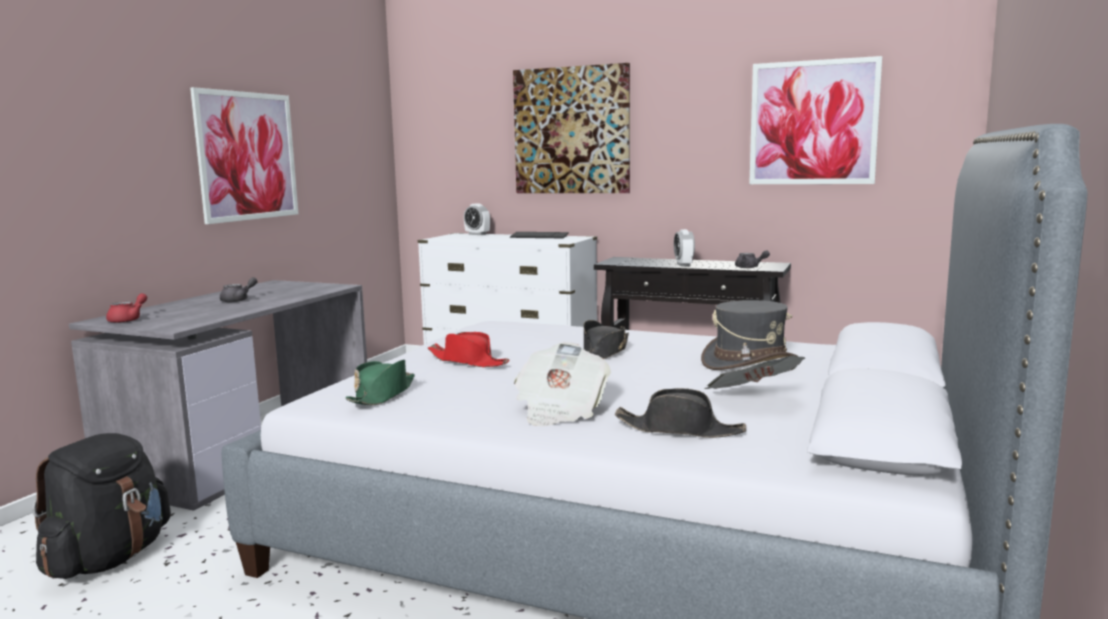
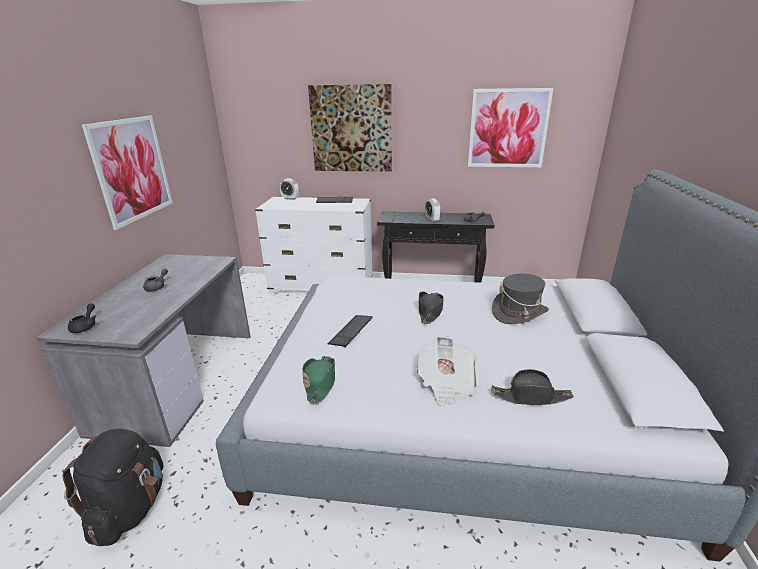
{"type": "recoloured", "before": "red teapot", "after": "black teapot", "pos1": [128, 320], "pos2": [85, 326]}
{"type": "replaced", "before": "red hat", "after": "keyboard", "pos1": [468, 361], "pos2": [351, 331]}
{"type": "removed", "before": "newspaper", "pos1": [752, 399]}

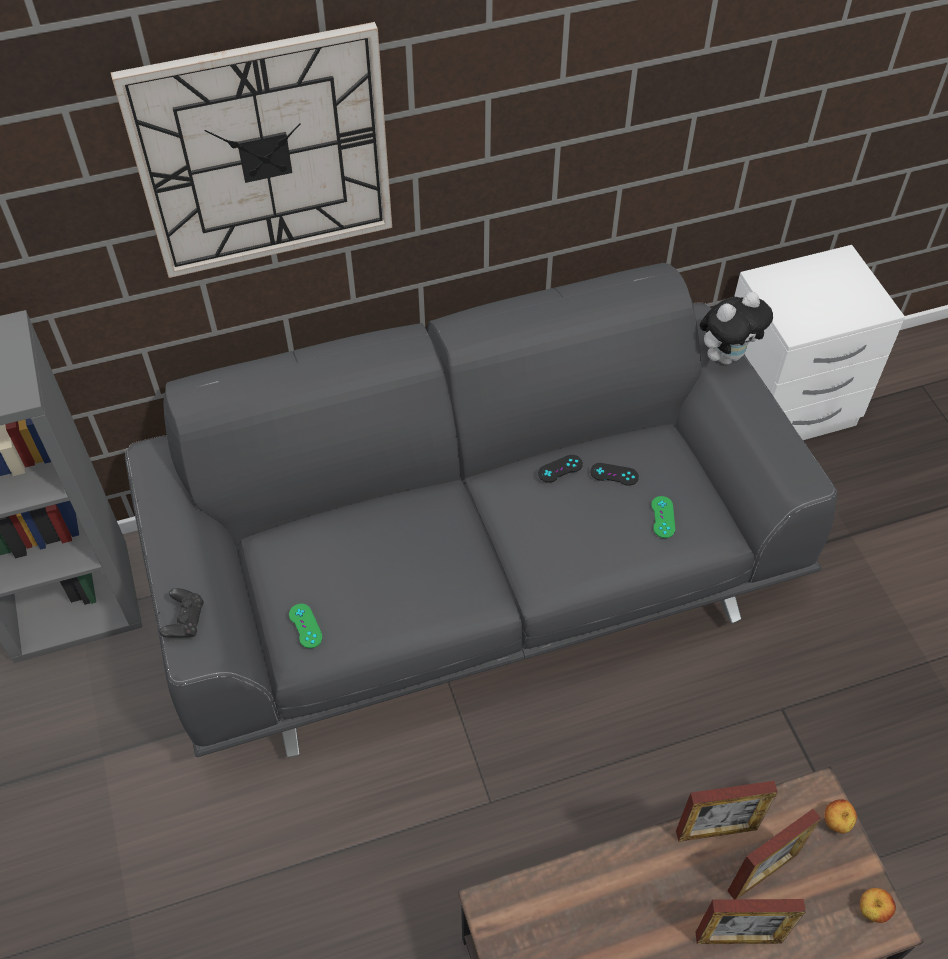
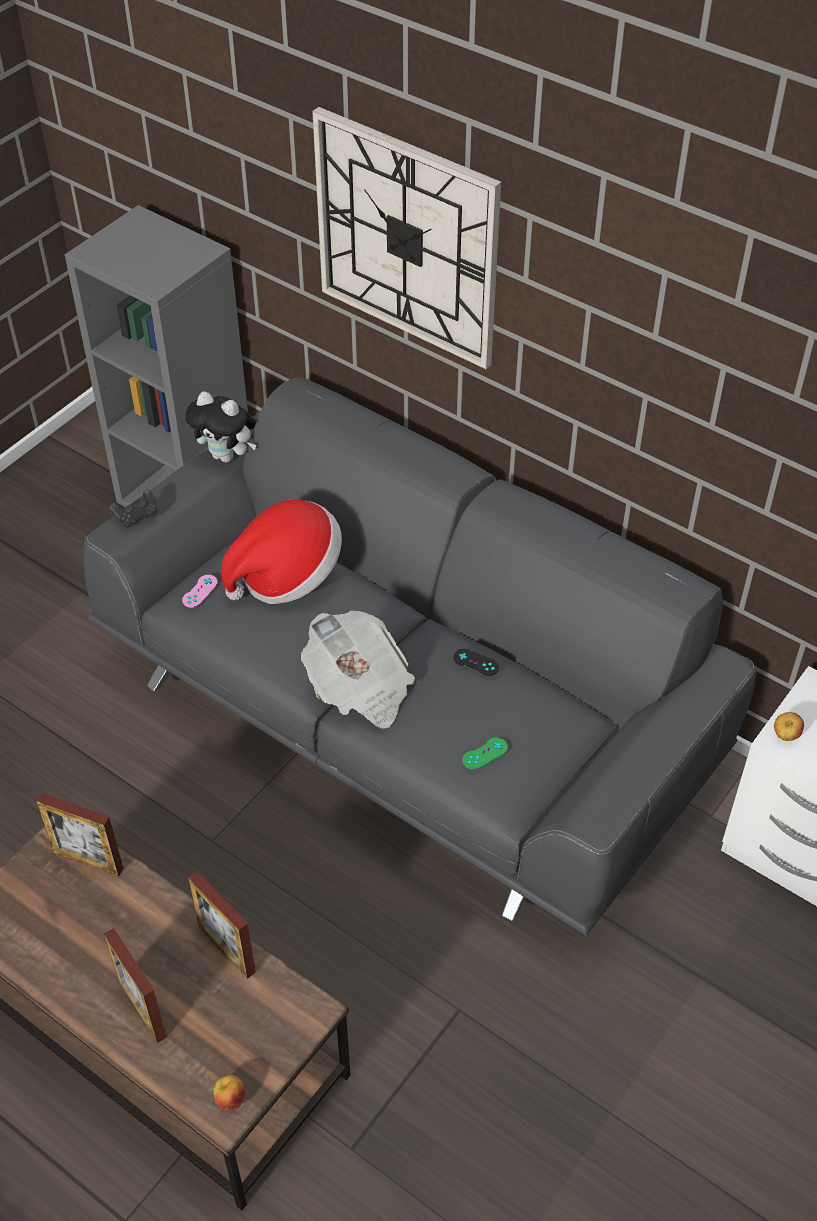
{"type": "recoloured", "before": "green game controller", "after": "pink game controller", "pos1": [305, 626], "pos2": [200, 591]}
{"type": "removed", "before": "black game controller", "pos1": [614, 474]}
{"type": "moved", "before": "plush toy", "pos1": [727, 355], "pos2": [227, 456]}
{"type": "moved", "before": "picture frame", "pos1": [762, 872], "pos2": [88, 860]}
{"type": "moved", "before": "apple", "pos1": [836, 822], "pos2": [785, 736]}
{"type": "added", "after": "hat", "pos2": [286, 575]}
{"type": "added", "after": "newspaper", "pos2": [359, 688]}

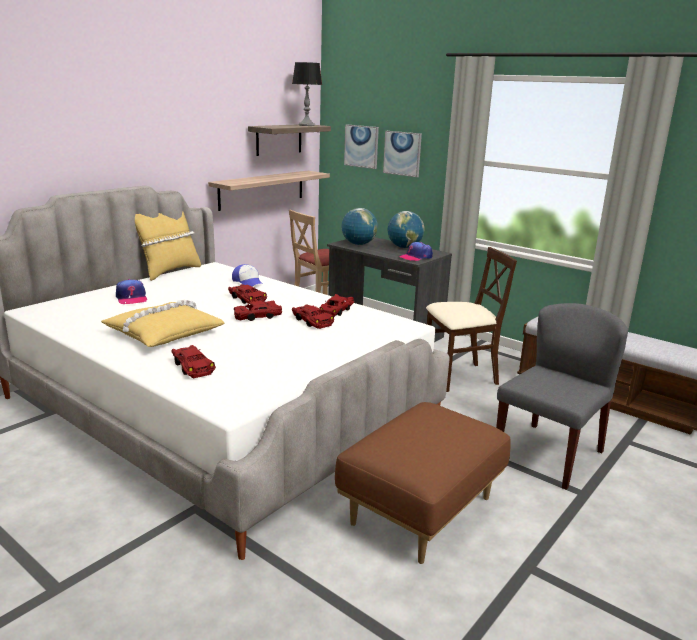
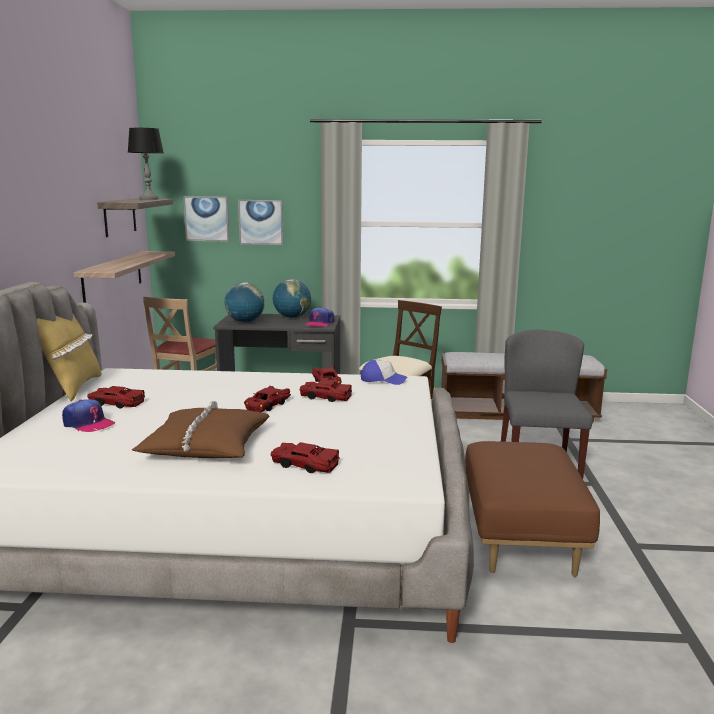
{"type": "recoloured", "before": "yellow pillow", "after": "brown pillow", "pos1": [163, 333], "pos2": [205, 445]}
{"type": "moved", "before": "red toy car", "pos1": [246, 299], "pos2": [116, 403]}
{"type": "moved", "before": "cap", "pos1": [248, 282], "pos2": [383, 380]}

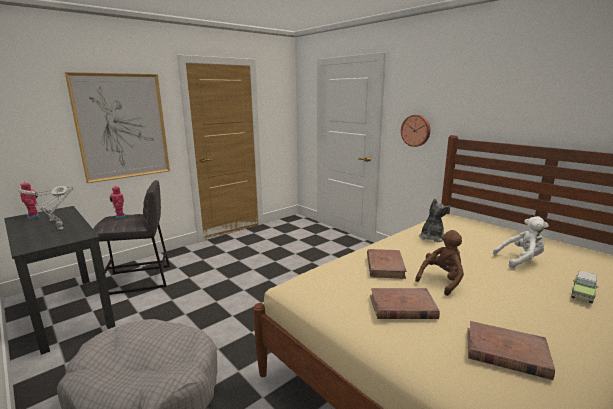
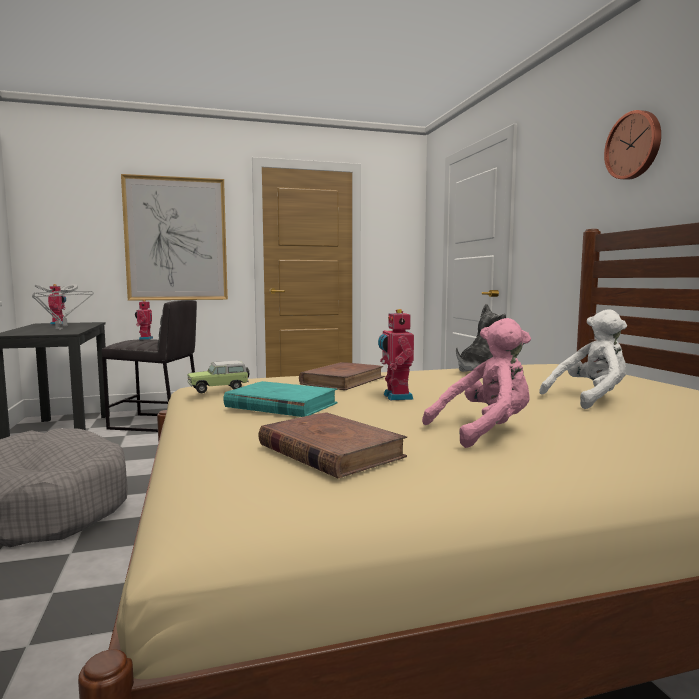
{"type": "recoloured", "before": "brown book", "after": "turquoise book", "pos1": [402, 307], "pos2": [280, 405]}
{"type": "moved", "before": "wall clock", "pos1": [416, 130], "pos2": [634, 145]}
{"type": "replaced", "before": "brown plush toy", "after": "toy robot", "pos1": [442, 280], "pos2": [395, 397]}
{"type": "turned", "before": "white plush toy", "pos1": [521, 260], "pos2": [590, 399], "turn": -45}
{"type": "moved", "before": "toy car", "pos1": [582, 294], "pos2": [220, 389]}
{"type": "added", "after": "pink plush toy", "pos2": [485, 431]}

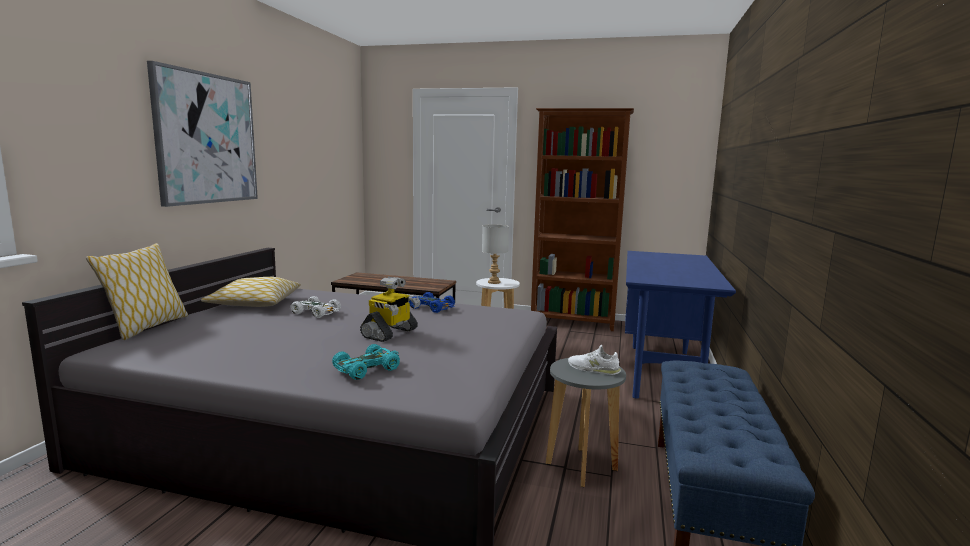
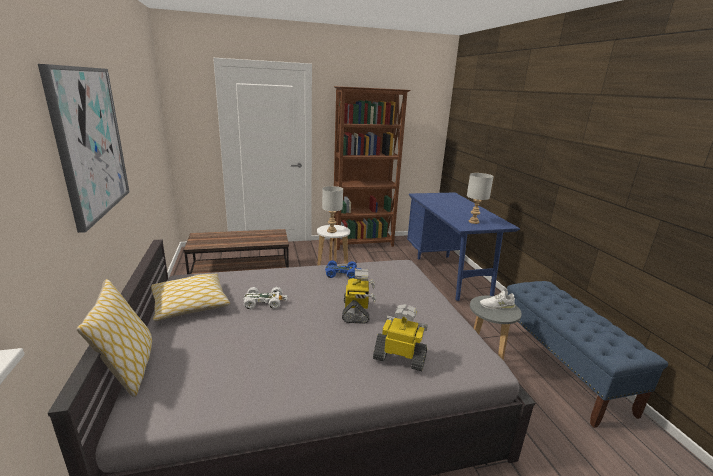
{"type": "replaced", "before": "turquoise toy car", "after": "toy robot", "pos1": [367, 369], "pos2": [400, 357]}
{"type": "added", "after": "grey table lamp", "pos2": [474, 222]}

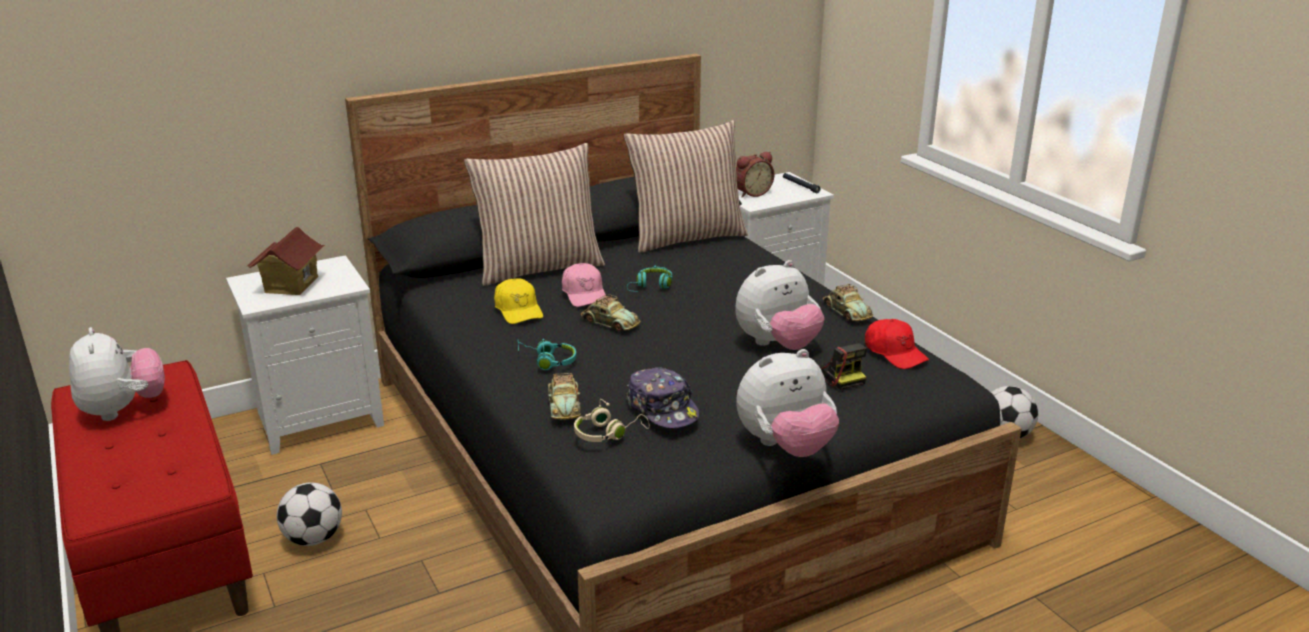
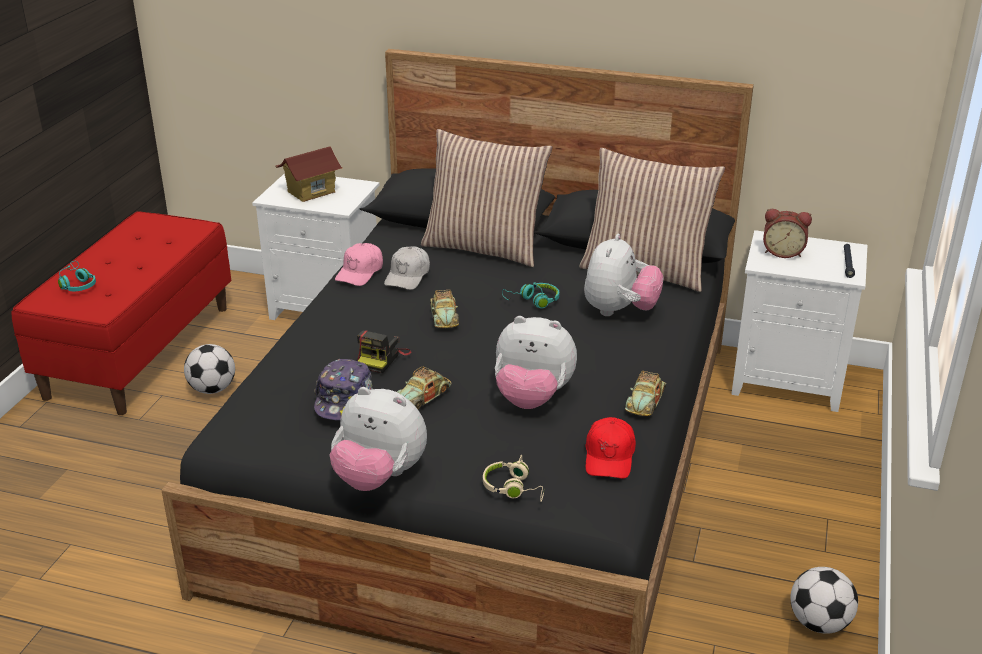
{"type": "moved", "before": "plush toy", "pos1": [123, 410], "pos2": [619, 311]}
{"type": "recoloured", "before": "yellow cap", "after": "white cap", "pos1": [518, 310], "pos2": [408, 276]}
{"type": "moved", "before": "turquoise headphones", "pos1": [547, 361], "pos2": [77, 284]}
{"type": "moved", "before": "toy car", "pos1": [564, 405], "pos2": [422, 396]}
{"type": "moved", "before": "pink cap", "pos1": [584, 294], "pos2": [360, 272]}
{"type": "moved", "before": "beige headphones", "pos1": [608, 433], "pos2": [514, 488]}
{"type": "moved", "before": "photo camera", "pos1": [838, 375], "pos2": [382, 358]}

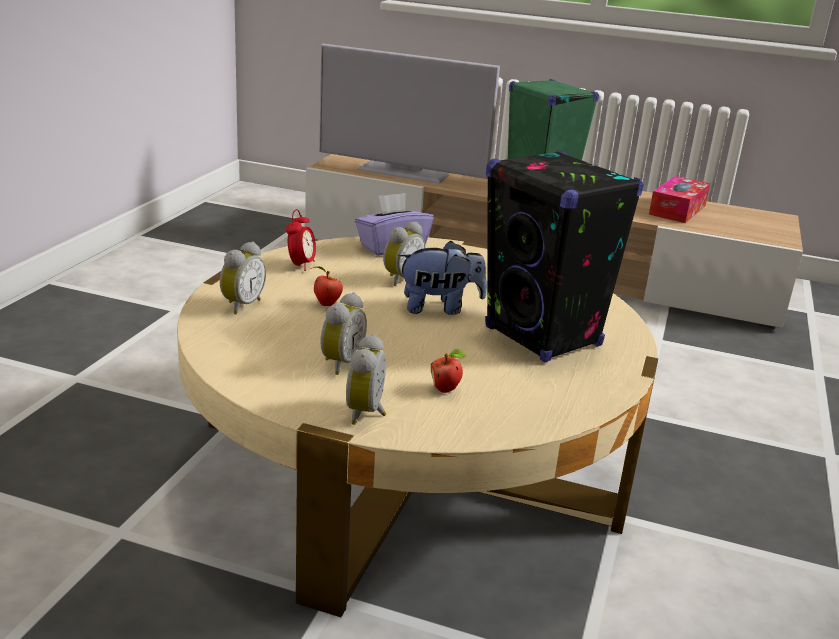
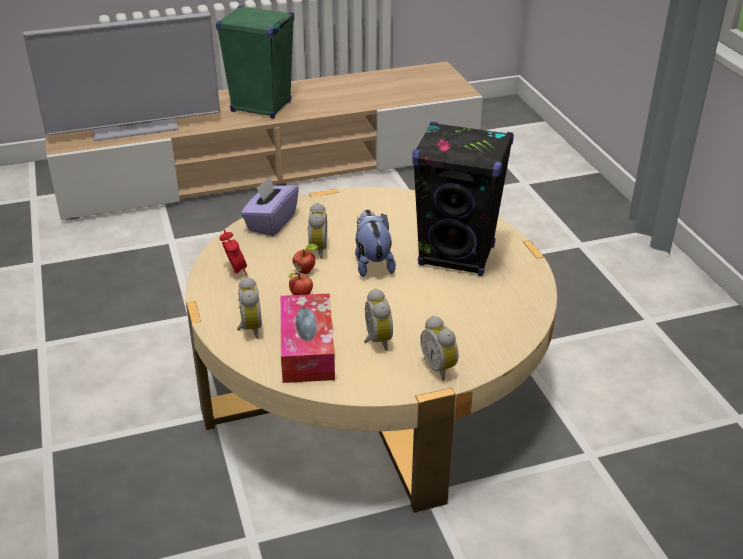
{"type": "turned", "before": "plush toy", "pos1": [440, 308], "pos2": [372, 263], "turn": -60}
{"type": "moved", "before": "apple", "pos1": [446, 389], "pos2": [306, 271]}
{"type": "moved", "before": "tissue box", "pos1": [677, 210], "pos2": [307, 349]}

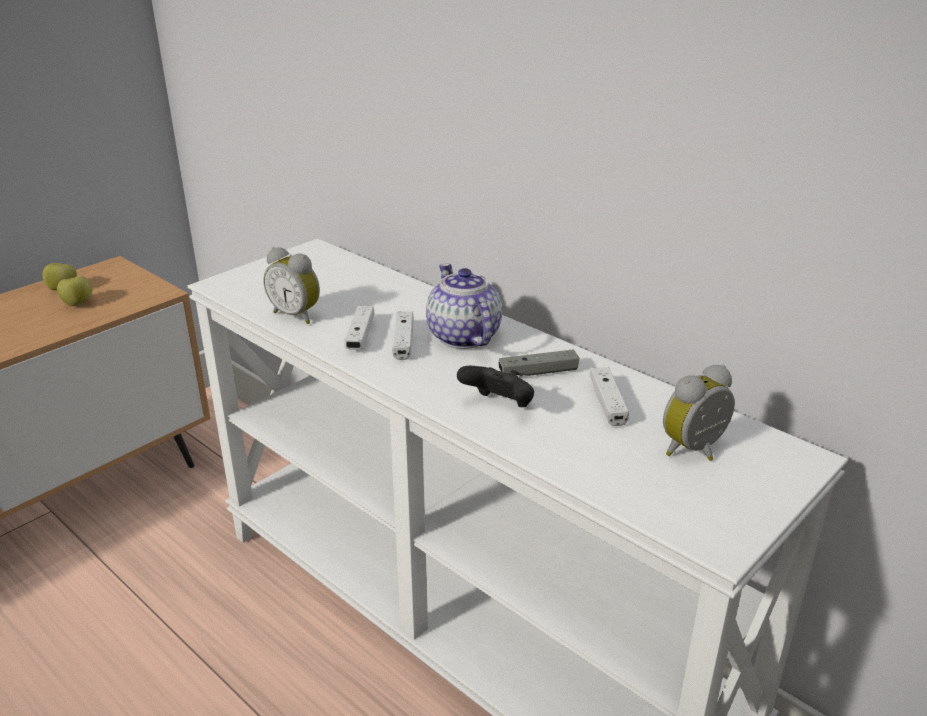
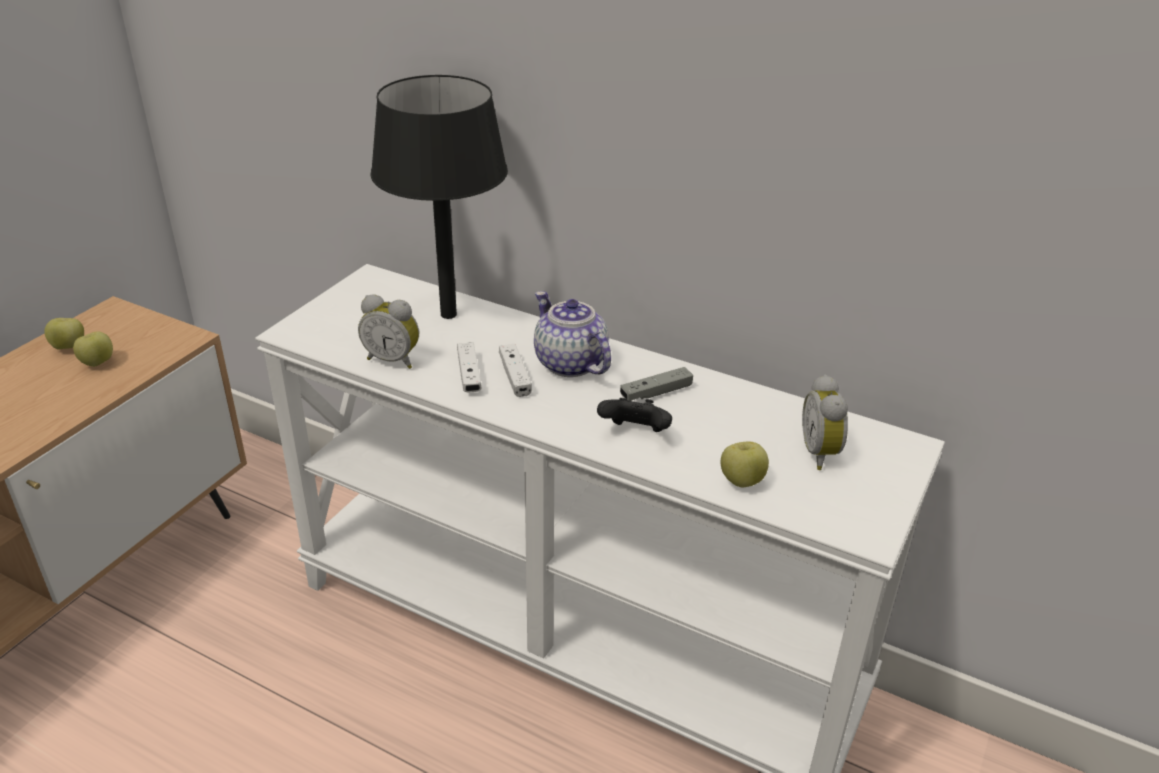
{"type": "removed", "before": "white game controller", "pos1": [607, 403]}
{"type": "turned", "before": "alarm clock", "pos1": [696, 451], "pos2": [822, 453], "turn": -45}
{"type": "added", "after": "black table lamp", "pos2": [448, 315]}
{"type": "added", "after": "apple", "pos2": [741, 481]}

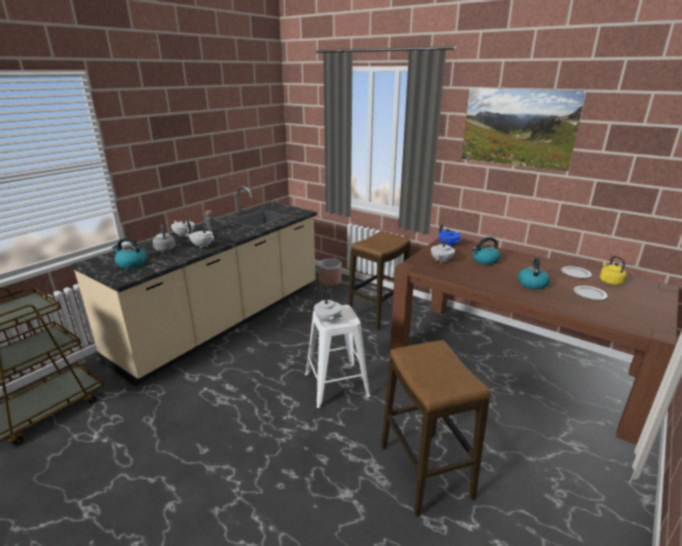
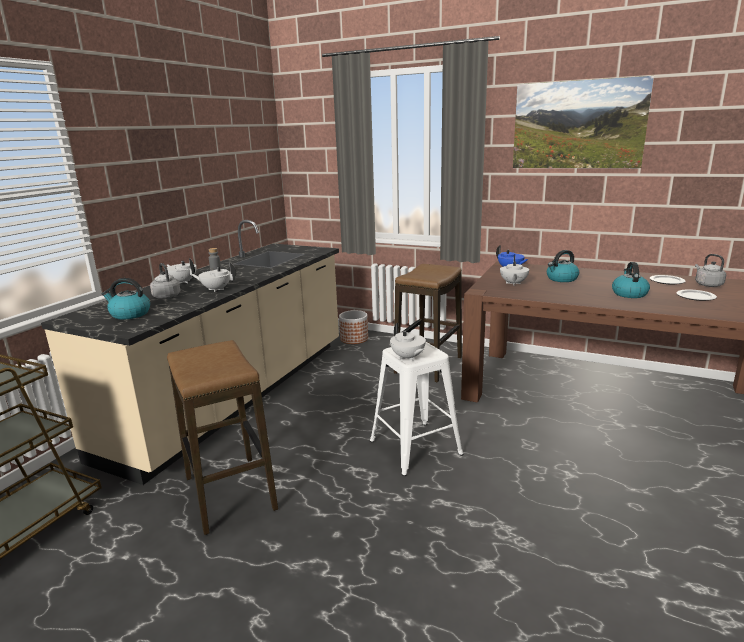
{"type": "moved", "before": "stool", "pos1": [425, 471], "pos2": [230, 493]}
{"type": "recoloured", "before": "yellow kettle", "after": "grey kettle", "pos1": [609, 282], "pos2": [707, 284]}

